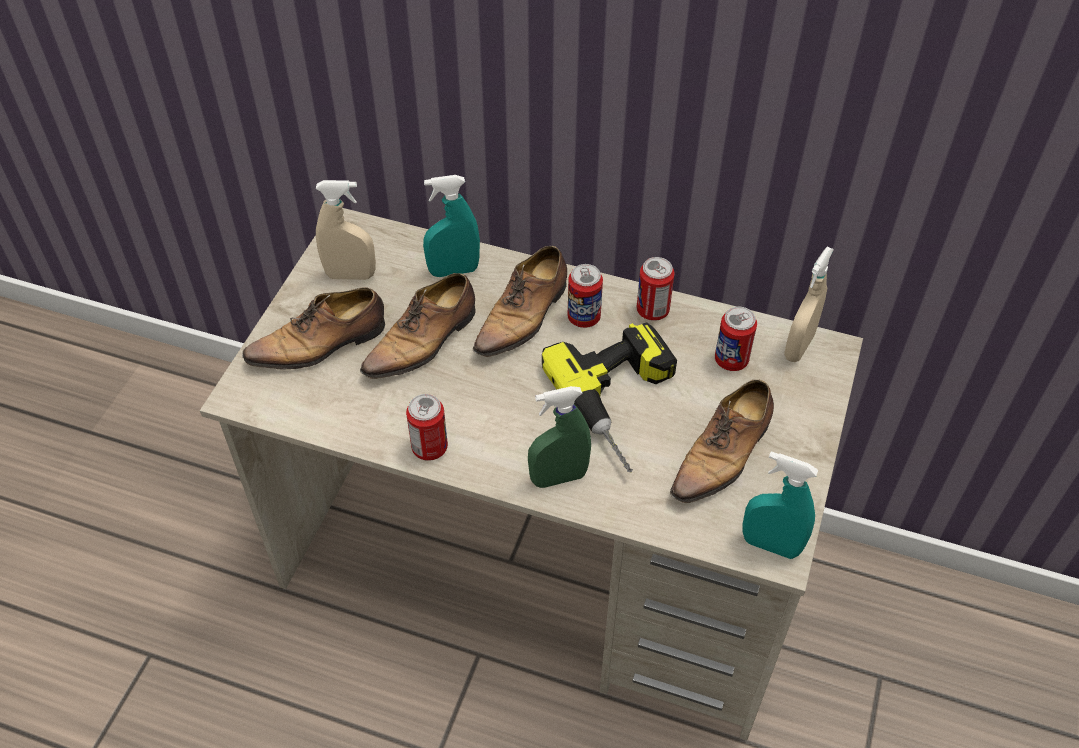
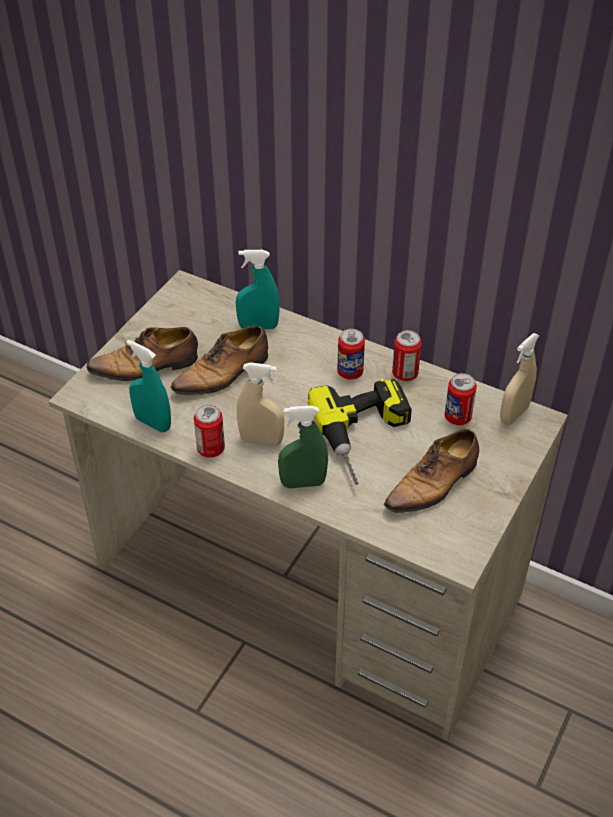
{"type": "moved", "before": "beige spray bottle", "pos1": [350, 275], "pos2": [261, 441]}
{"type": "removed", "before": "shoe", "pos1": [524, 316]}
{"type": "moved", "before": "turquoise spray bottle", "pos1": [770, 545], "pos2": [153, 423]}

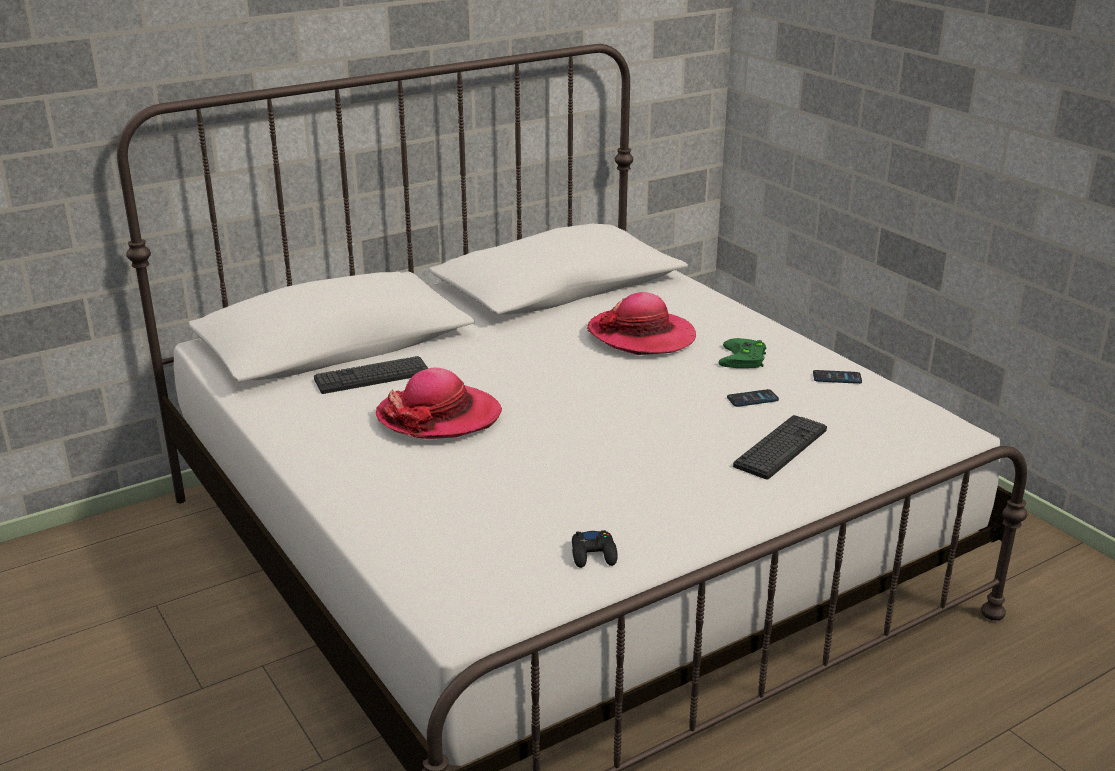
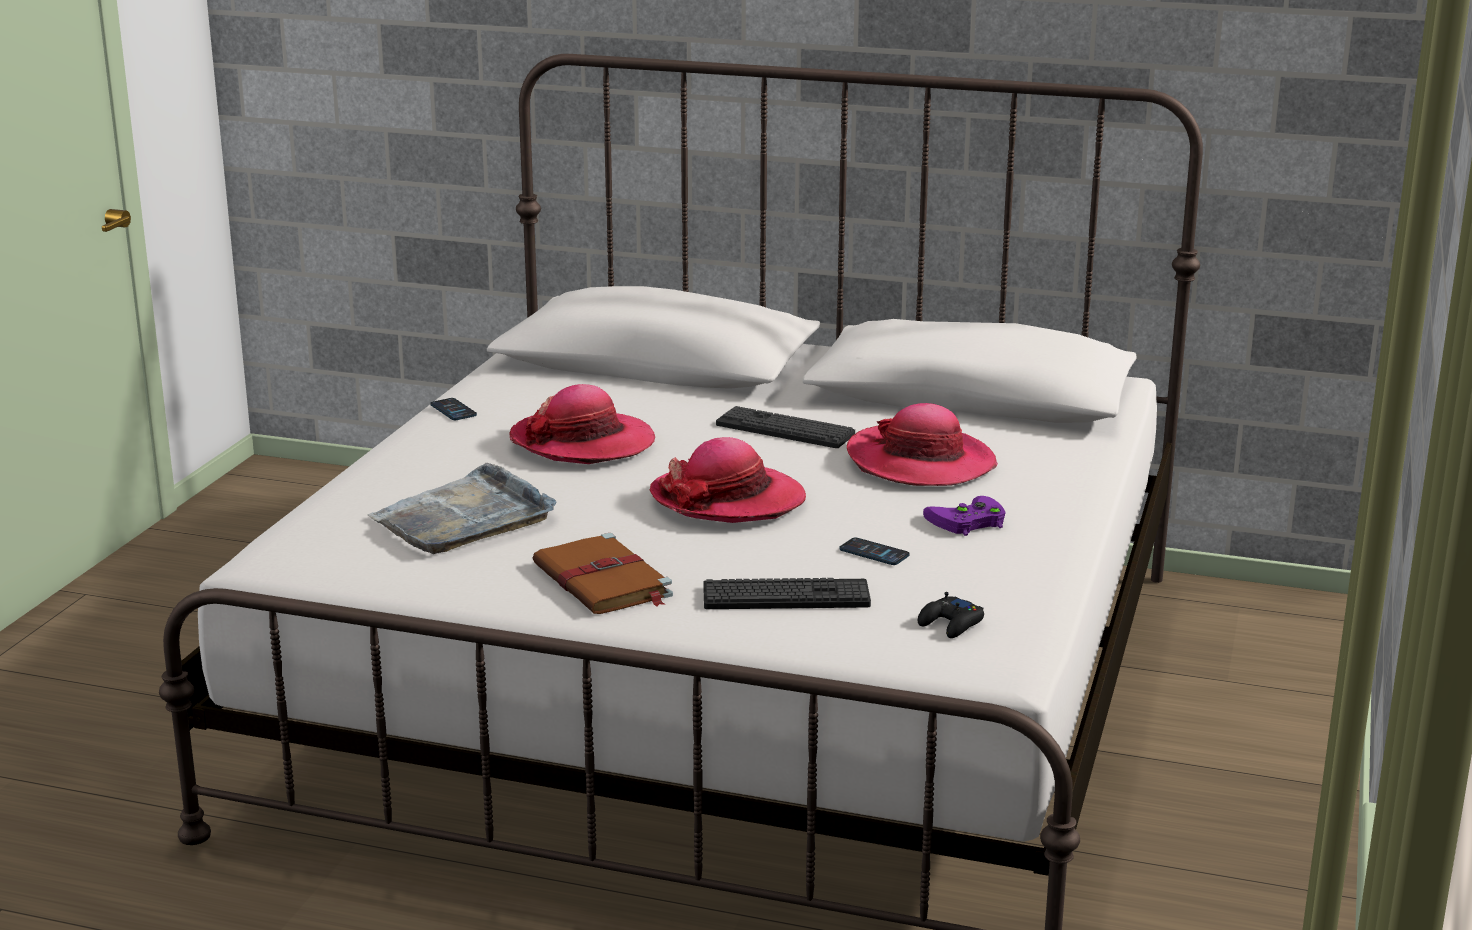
{"type": "moved", "before": "keyboard", "pos1": [372, 376], "pos2": [785, 429]}
{"type": "moved", "before": "black game controller", "pos1": [594, 554], "pos2": [951, 624]}
{"type": "recoloured", "before": "green game controller", "after": "purple game controller", "pos1": [744, 359], "pos2": [966, 522]}
{"type": "moved", "before": "phone", "pos1": [837, 378], "pos2": [453, 410]}
{"type": "added", "after": "grey tray", "pos2": [464, 517]}
{"type": "added", "after": "brown book", "pos2": [603, 581]}
{"type": "added", "after": "hat", "pos2": [727, 499]}

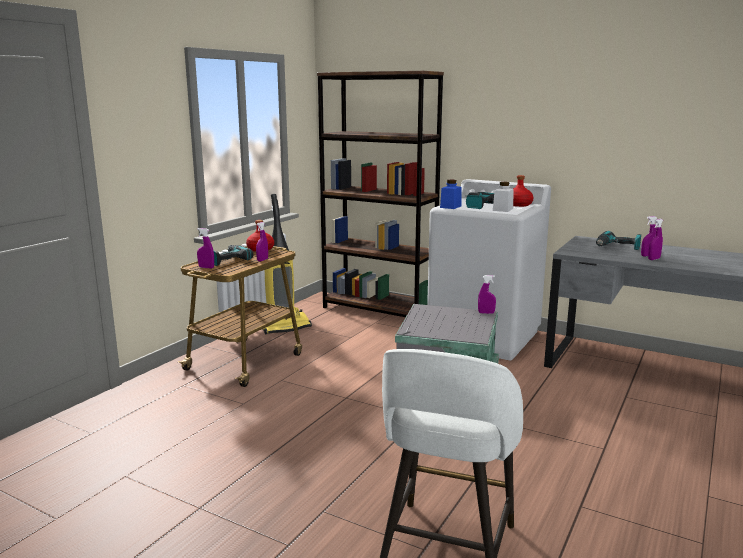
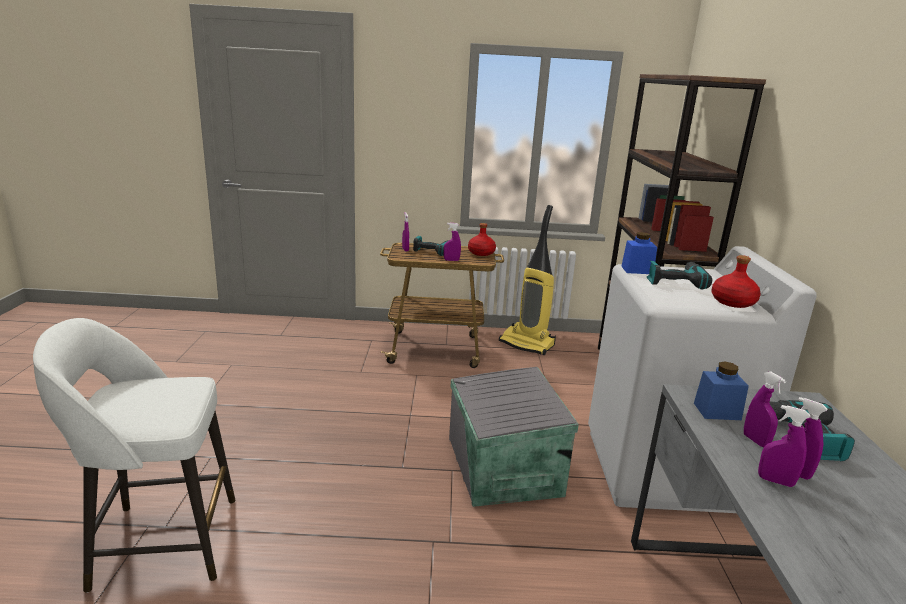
{"type": "moved", "before": "purple spray bottle", "pos1": [486, 313], "pos2": [755, 441]}
{"type": "removed", "before": "white jar", "pos1": [502, 209]}
{"type": "added", "after": "blue jar", "pos2": [717, 411]}

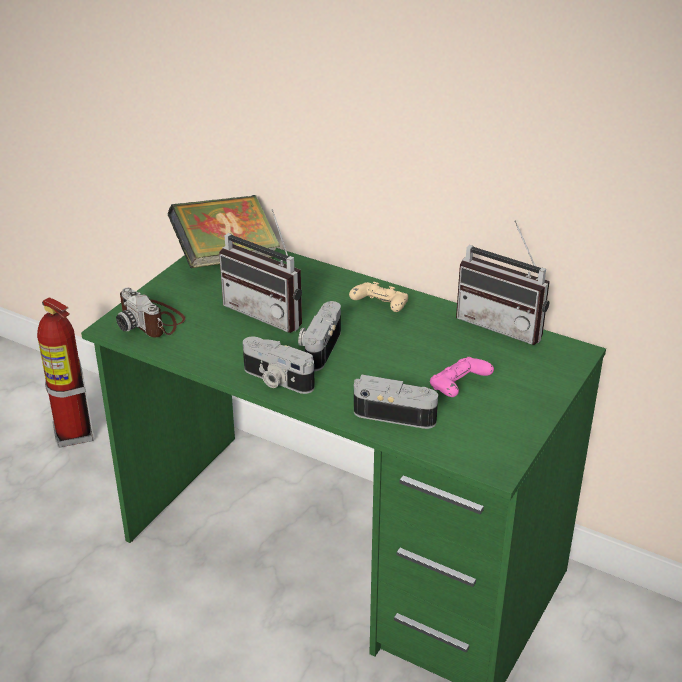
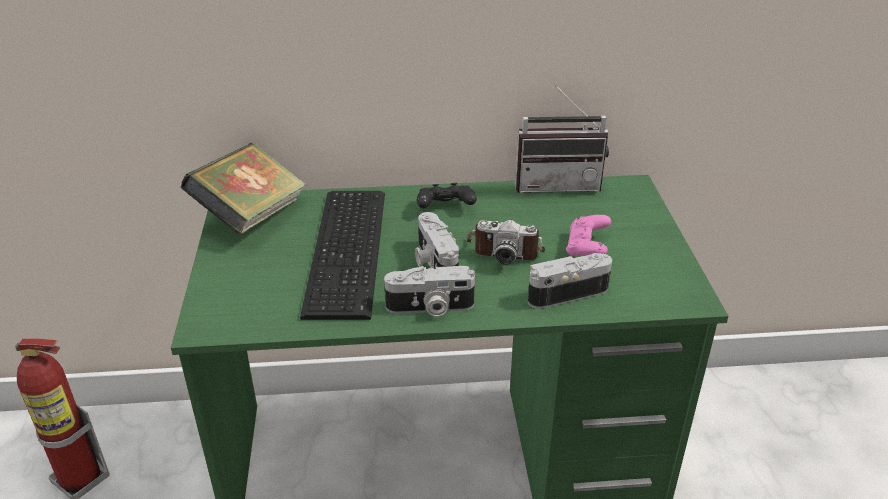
{"type": "moved", "before": "photo camera", "pos1": [152, 321], "pos2": [505, 248]}
{"type": "replaced", "before": "radio", "after": "keyboard", "pos1": [269, 312], "pos2": [351, 249]}
{"type": "recoloured", "before": "beige game controller", "after": "black game controller", "pos1": [380, 308], "pos2": [445, 208]}

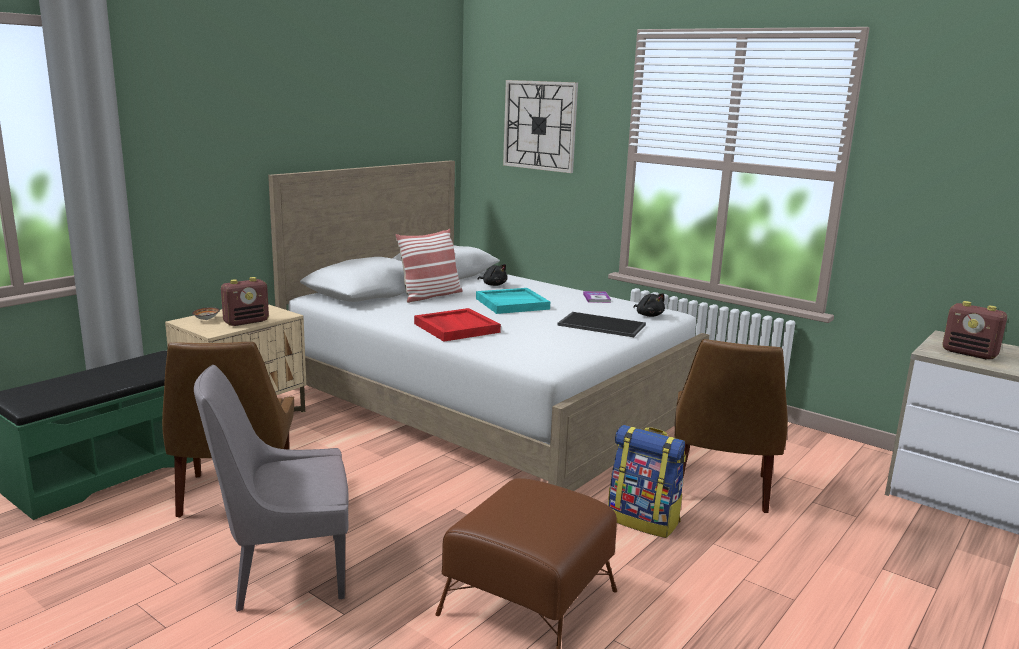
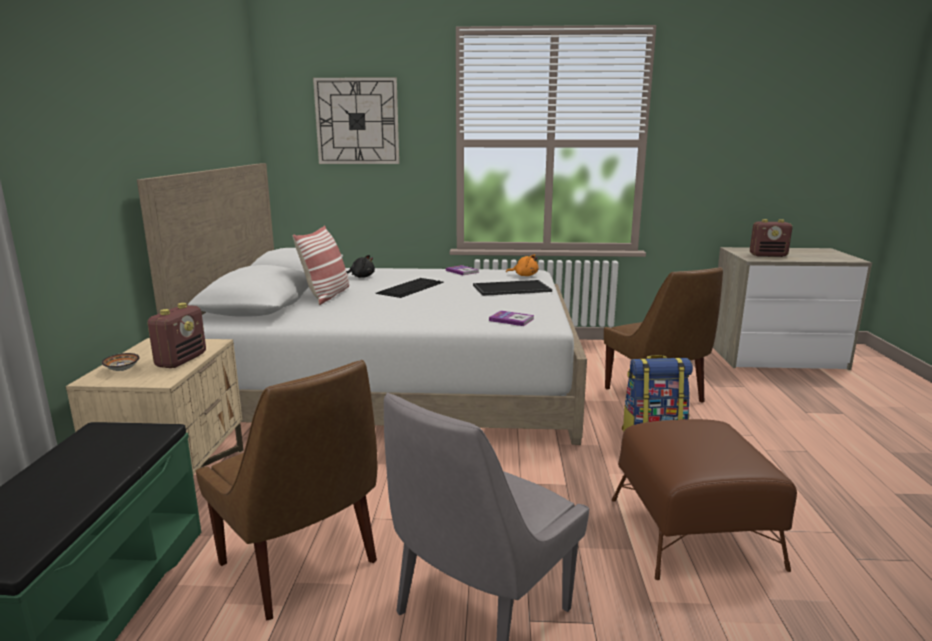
{"type": "removed", "before": "red tray", "pos1": [455, 328]}
{"type": "replaced", "before": "turquoise tray", "after": "keyboard", "pos1": [512, 303], "pos2": [411, 287]}
{"type": "recoloured", "before": "black plush toy", "after": "orange plush toy", "pos1": [649, 315], "pos2": [524, 275]}
{"type": "added", "after": "book", "pos2": [511, 319]}

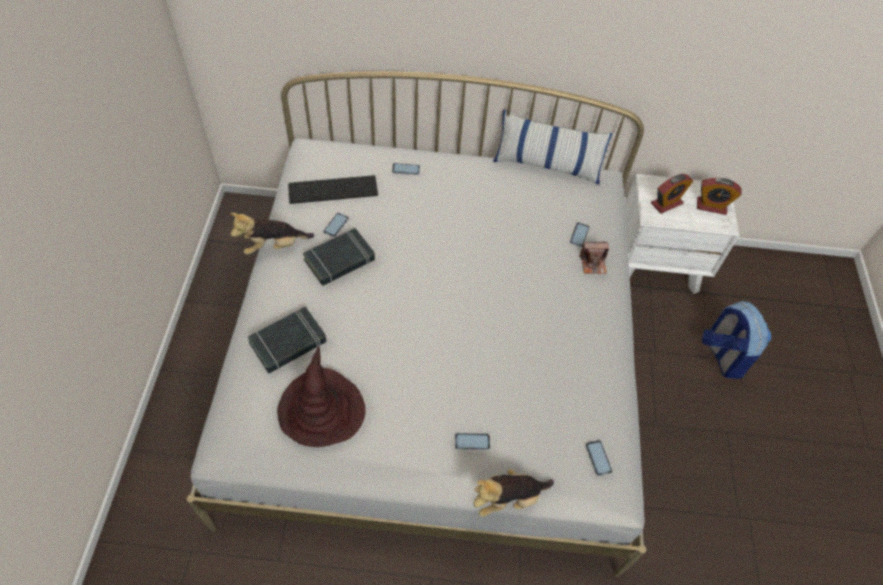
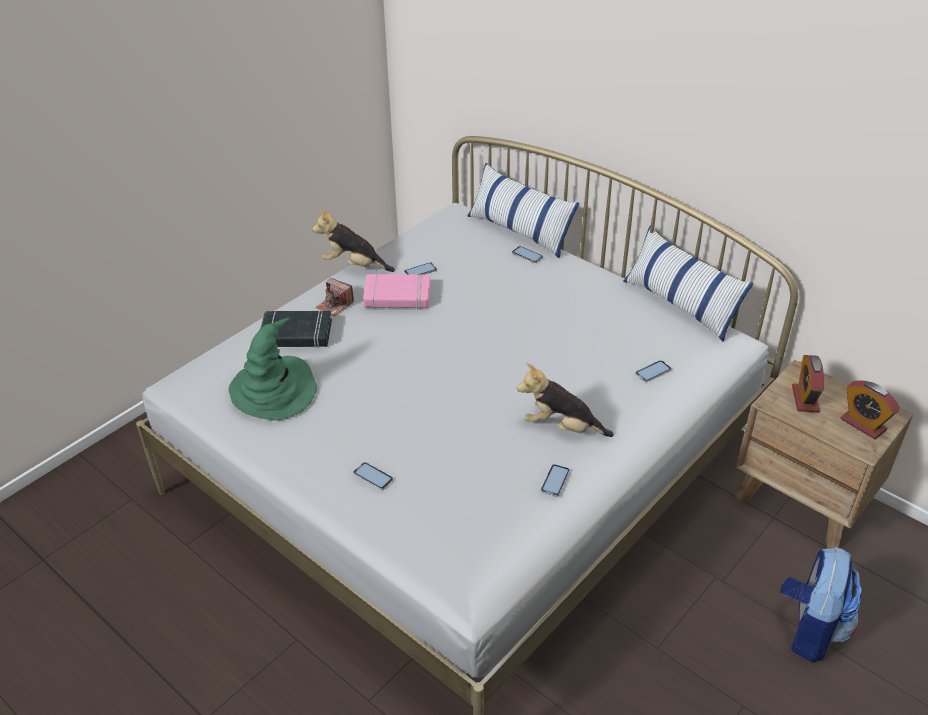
{"type": "recoloured", "before": "brown hat", "after": "green hat", "pos1": [321, 409], "pos2": [274, 390]}
{"type": "removed", "before": "keyboard", "pos1": [334, 188]}
{"type": "recoloured", "before": "black book", "after": "pink book", "pos1": [340, 260], "pos2": [397, 296]}
{"type": "moved", "before": "plush toy", "pos1": [508, 498], "pos2": [561, 427]}
{"type": "moved", "before": "photo camera", "pos1": [593, 263], "pos2": [335, 305]}
{"type": "moved", "before": "phone", "pos1": [598, 458], "pos2": [555, 481]}
{"type": "recoloured", "before": "white nightstand", "after": "brown nightstand", "pos1": [656, 264], "pos2": [803, 500]}
{"type": "turned", "before": "alarm clock", "pos1": [666, 203], "pos2": [805, 399], "turn": 90}
{"type": "added", "after": "pillow", "pos2": [520, 231]}

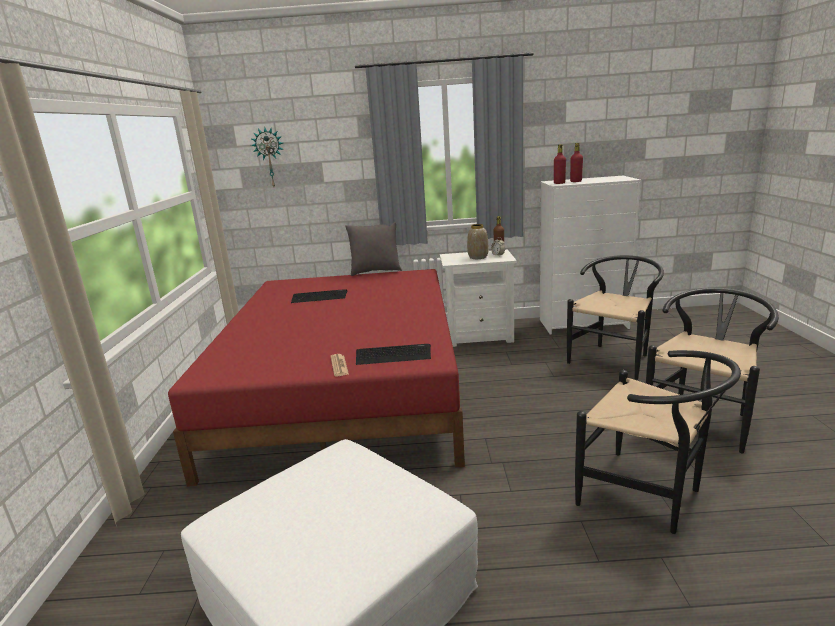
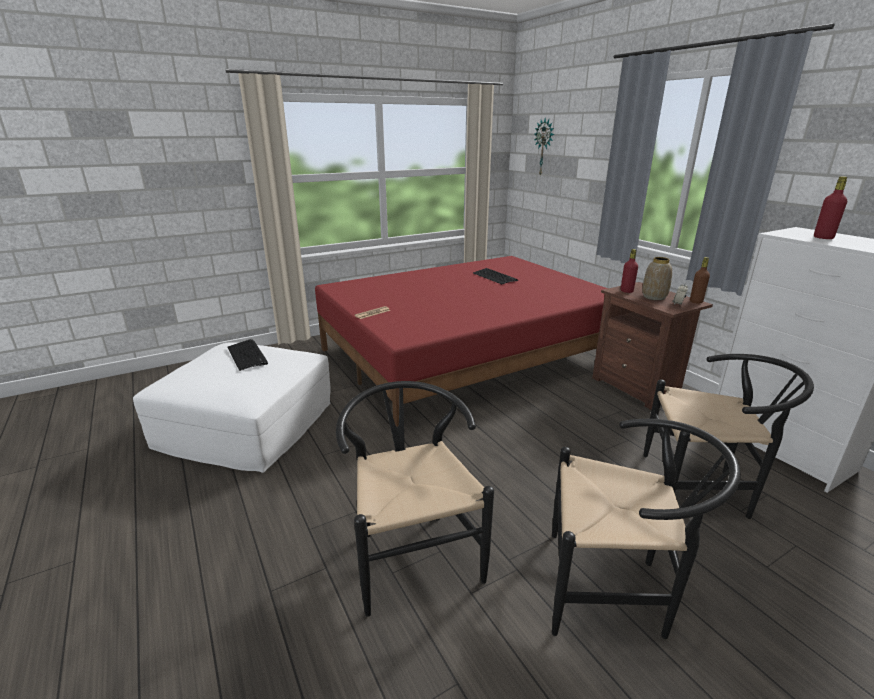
{"type": "removed", "before": "grey pillow", "pos1": [375, 271]}
{"type": "moved", "before": "keyboard", "pos1": [393, 355], "pos2": [247, 355]}
{"type": "recoloured", "before": "white nightstand", "after": "brown nightstand", "pos1": [479, 336], "pos2": [638, 387]}
{"type": "moved", "before": "red bottle", "pos1": [559, 183], "pos2": [626, 291]}
{"type": "turned", "before": "black chair", "pos1": [649, 496], "pos2": [412, 551], "turn": 150}

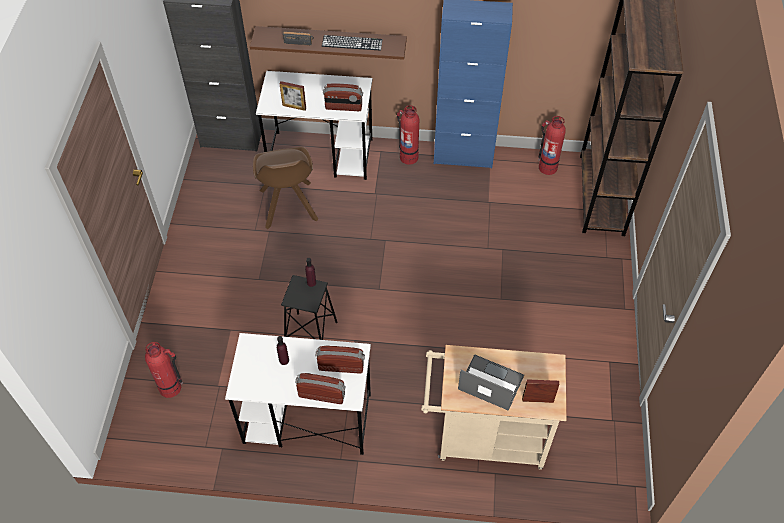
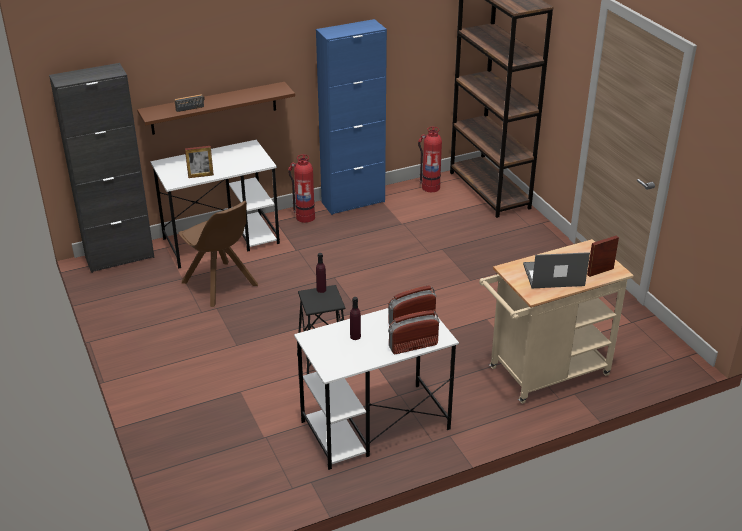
{"type": "removed", "before": "fire extinguisher", "pos1": [170, 388]}
{"type": "removed", "before": "keyboard", "pos1": [352, 43]}
{"type": "removed", "before": "radio", "pos1": [343, 107]}

